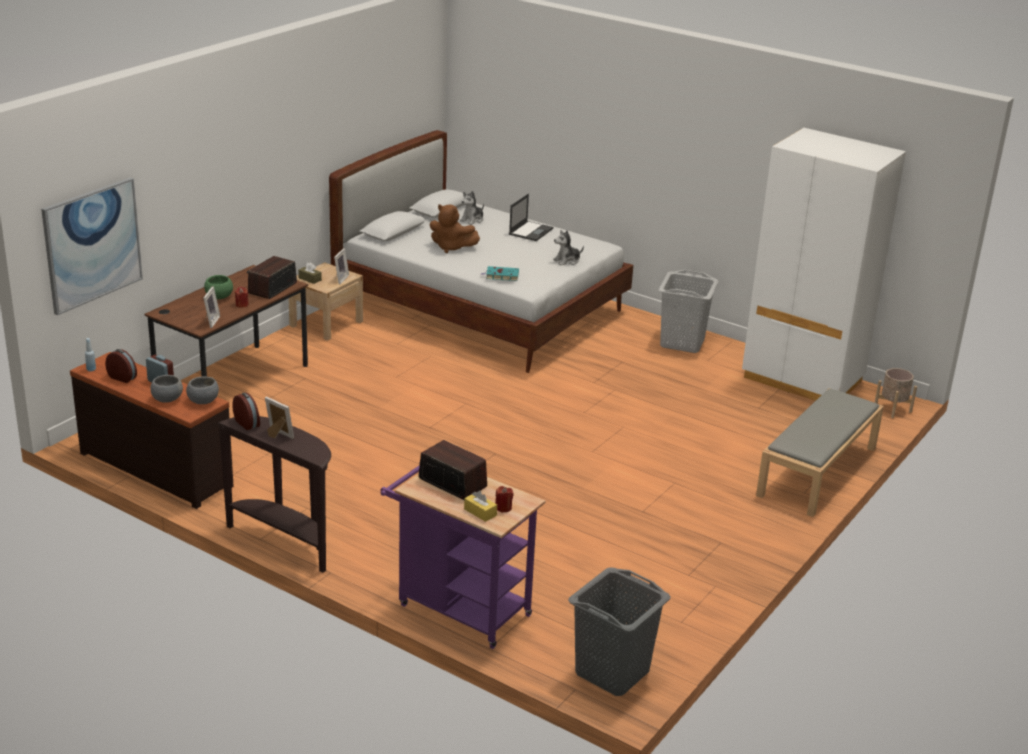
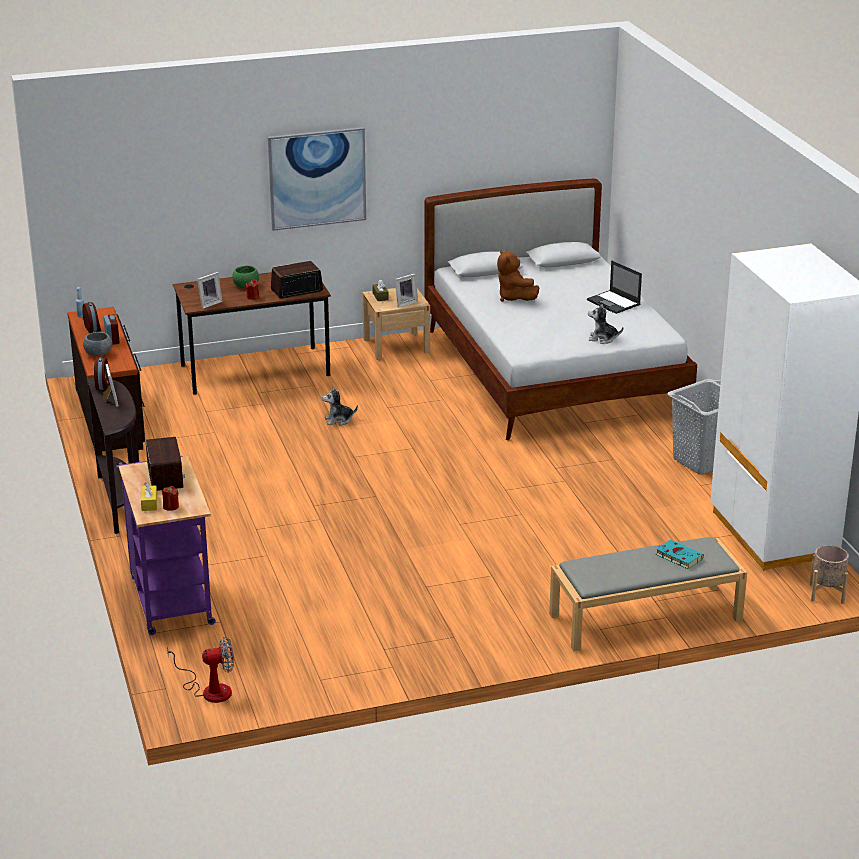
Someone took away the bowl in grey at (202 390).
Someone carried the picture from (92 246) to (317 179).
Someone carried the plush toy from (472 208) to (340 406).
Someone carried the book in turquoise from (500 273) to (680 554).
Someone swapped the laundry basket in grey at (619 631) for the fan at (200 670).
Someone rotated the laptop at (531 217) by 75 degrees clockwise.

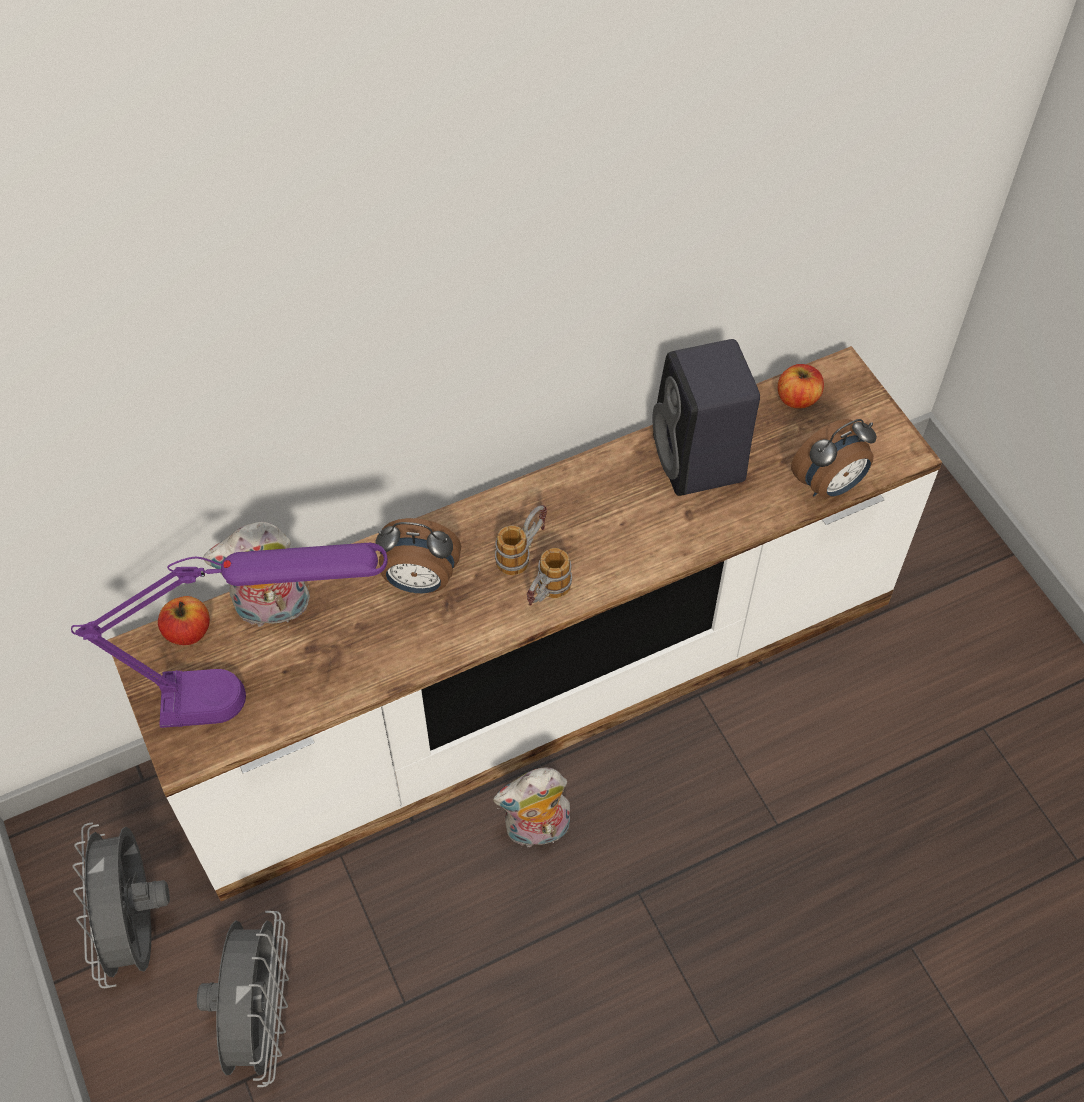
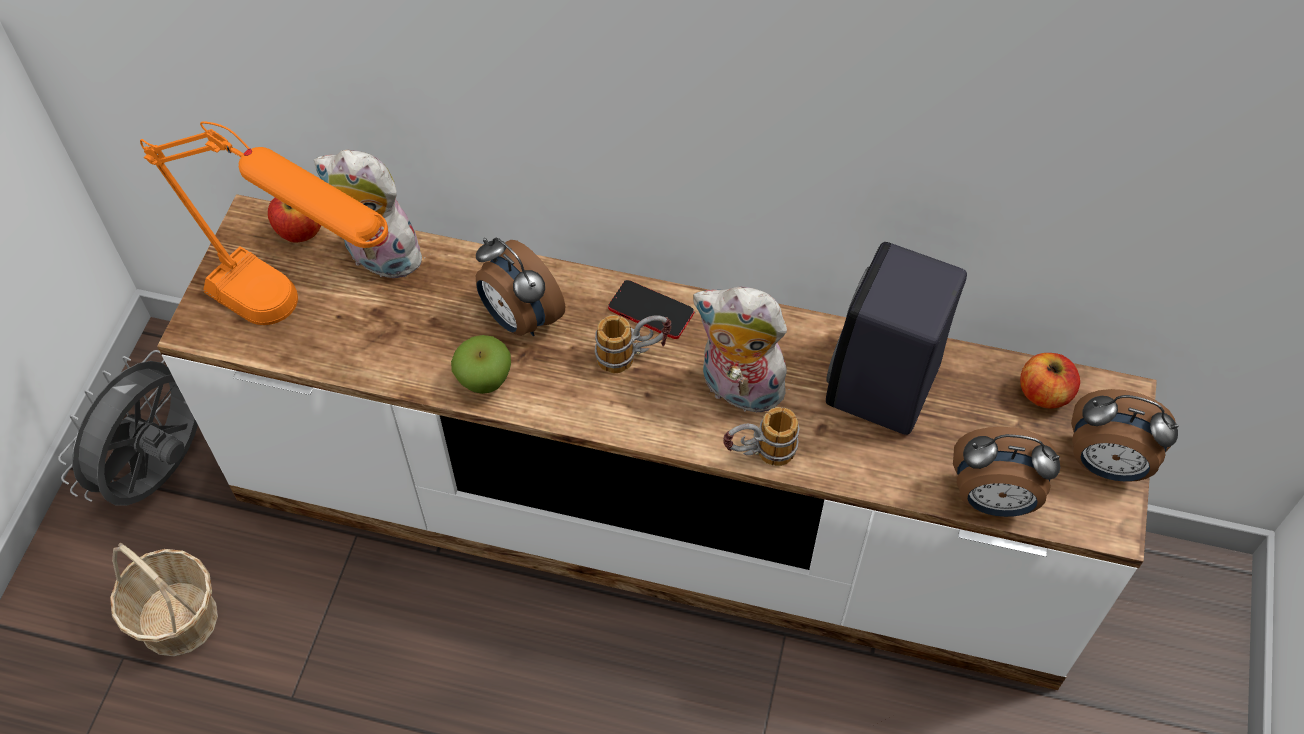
Someone put down the apple at (481 364).
Someone put down the phone at (651 309).
Someone put down the alarm clock at (1124 435).
Someone carried the plush toy from (531 807) to (741 349).
Someone carried the mug from (549 577) to (761 436).
Someone swapped the fan in grey at (243 999) for the basket at (164 599).
Someone repainted the table lamp in purple at (229 635), which became the table lamp in orange at (264 223).

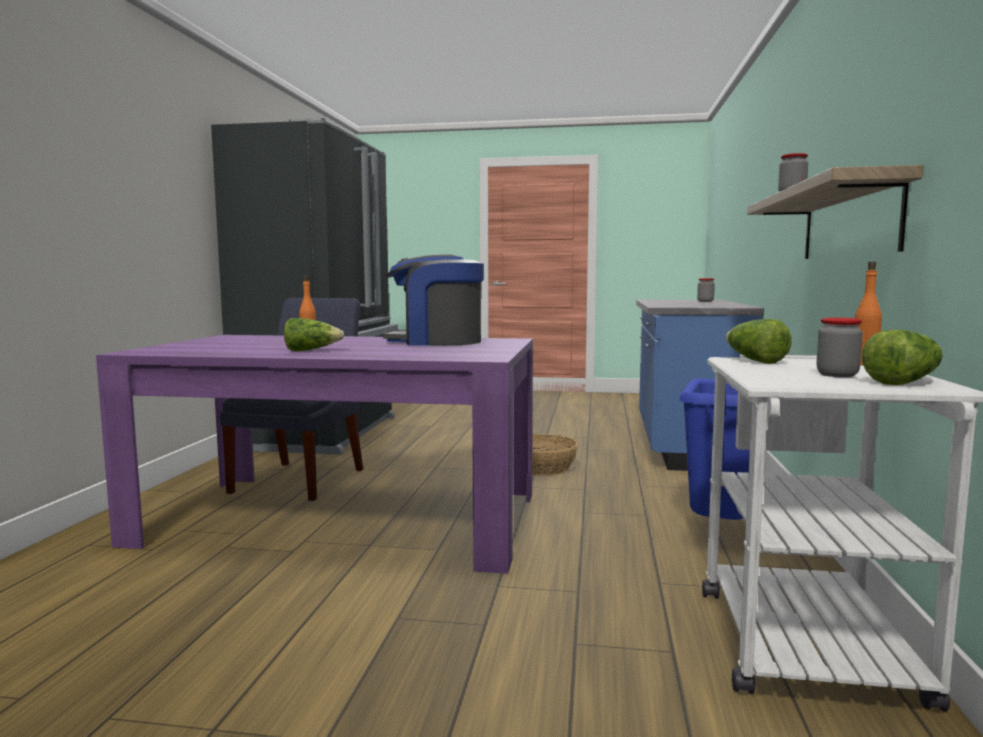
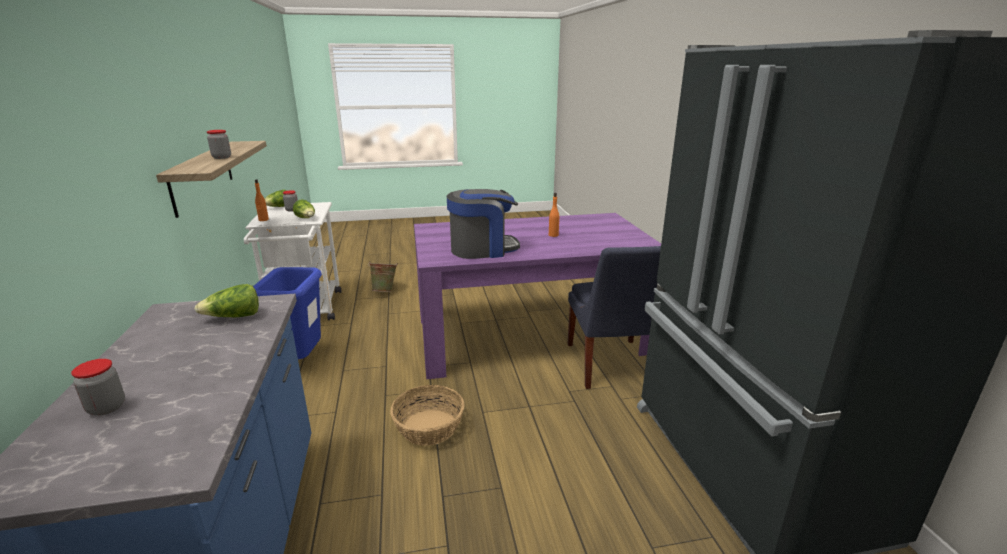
Someone put down the bucket in green at (383 276).
Someone carried the lettuce from (314 334) to (226 301).

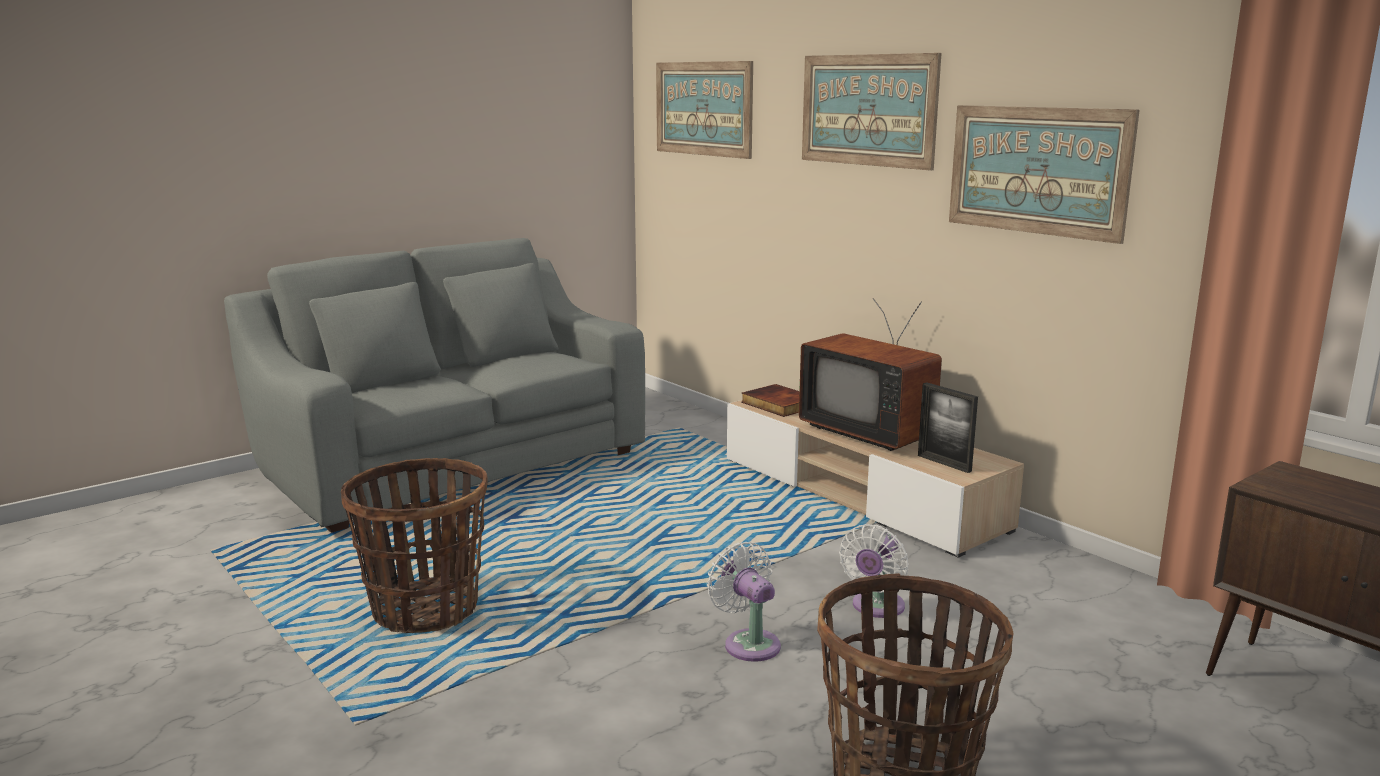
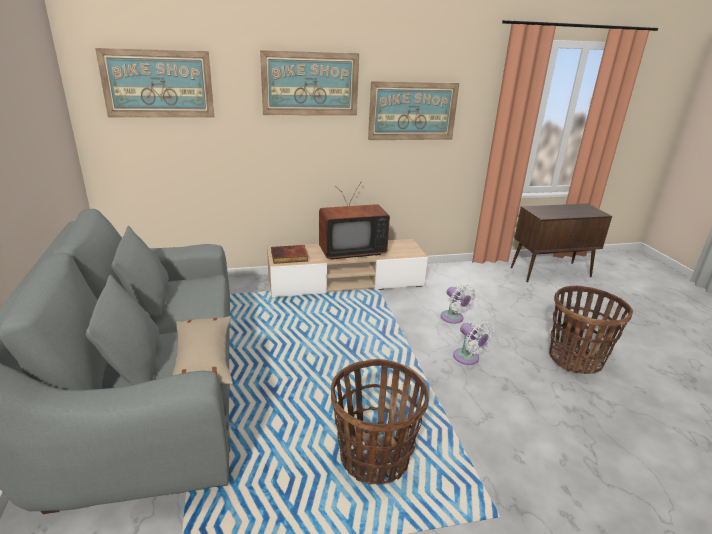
Someone took away the picture frame at (948 427).
Someone put down the pillow in beige at (202 350).
Someone rotated the fan in white at (744 602) by 120 degrees counterclockwise.

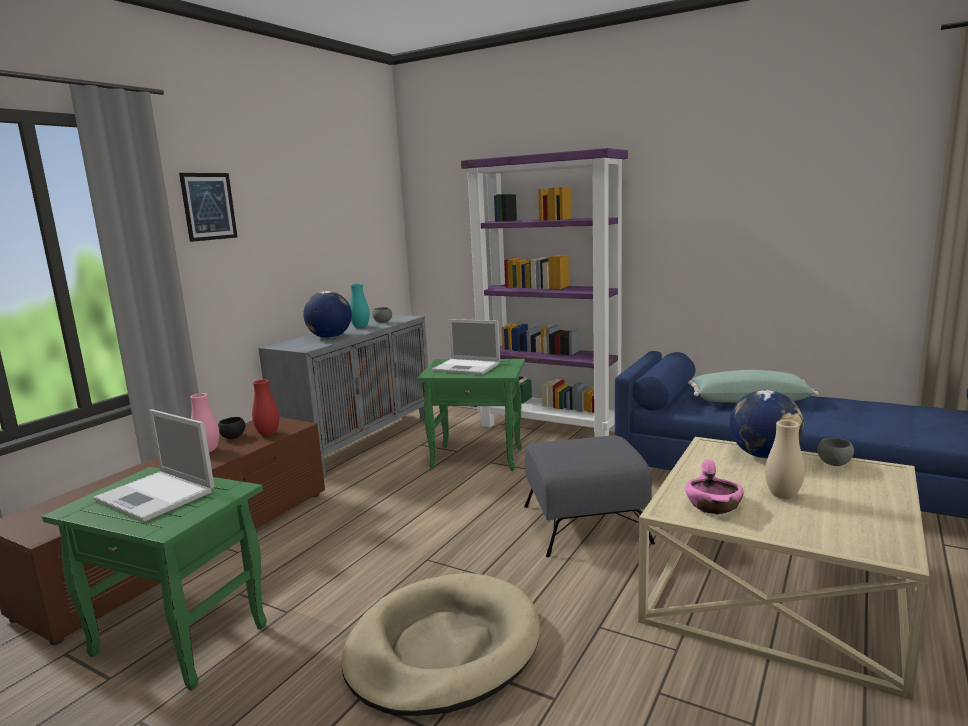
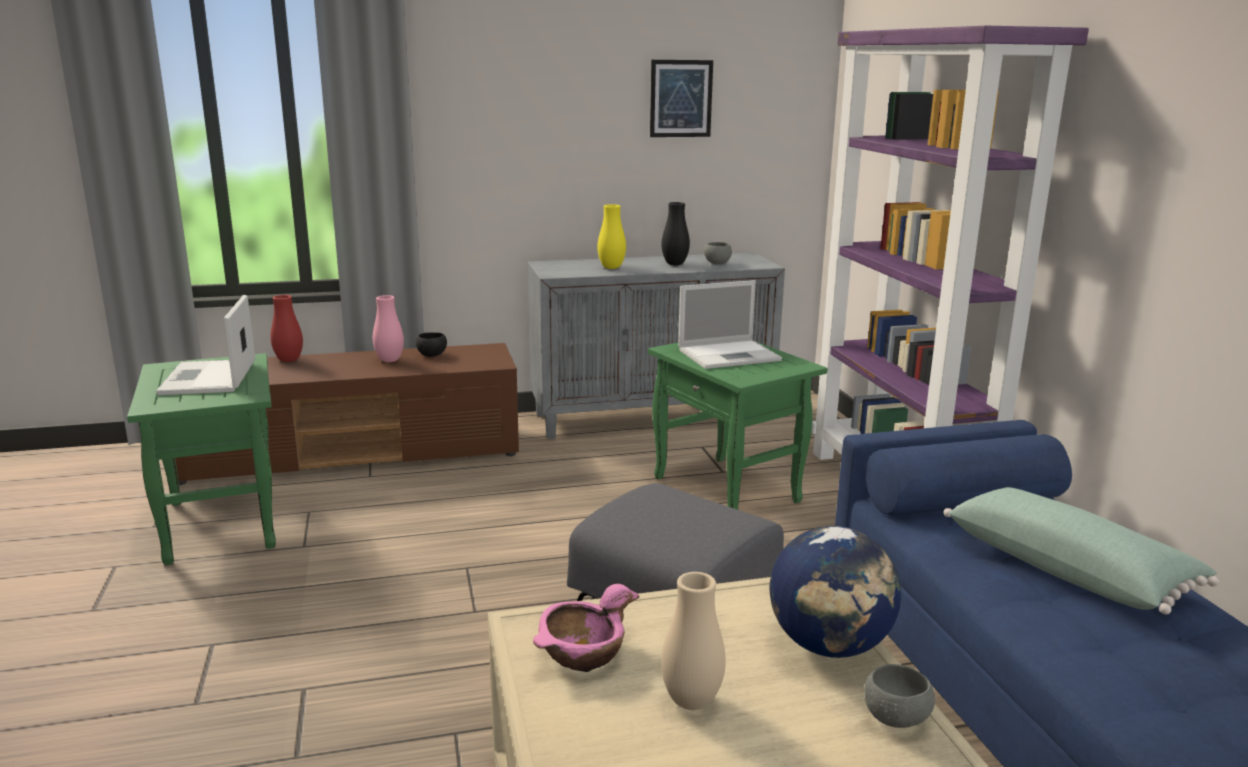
Someone took away the dog bed in beige at (440 644).
Someone carried the picture from (208 207) to (681 98).
Someone carried the vase in red from (265 407) to (286 328).
Someone swapped the globe at (327 314) for the vase in yellow at (611 236).
Someone repainted the vase in turquoise at (360 305), which became the vase in black at (676 233).
Someone rotated the laptop at (466 347) by 90 degrees counterclockwise.

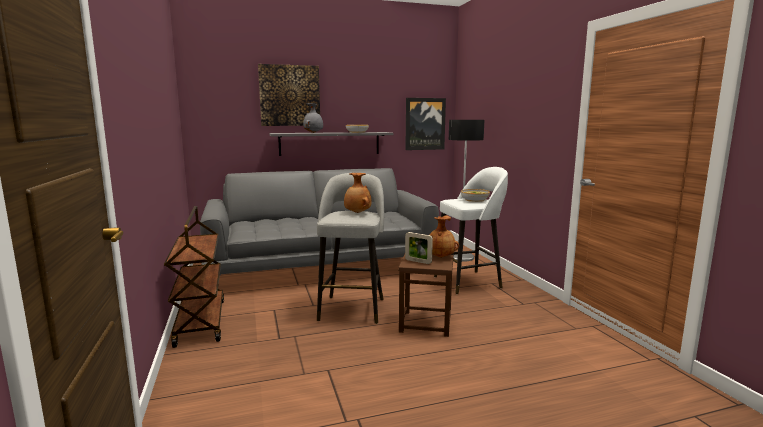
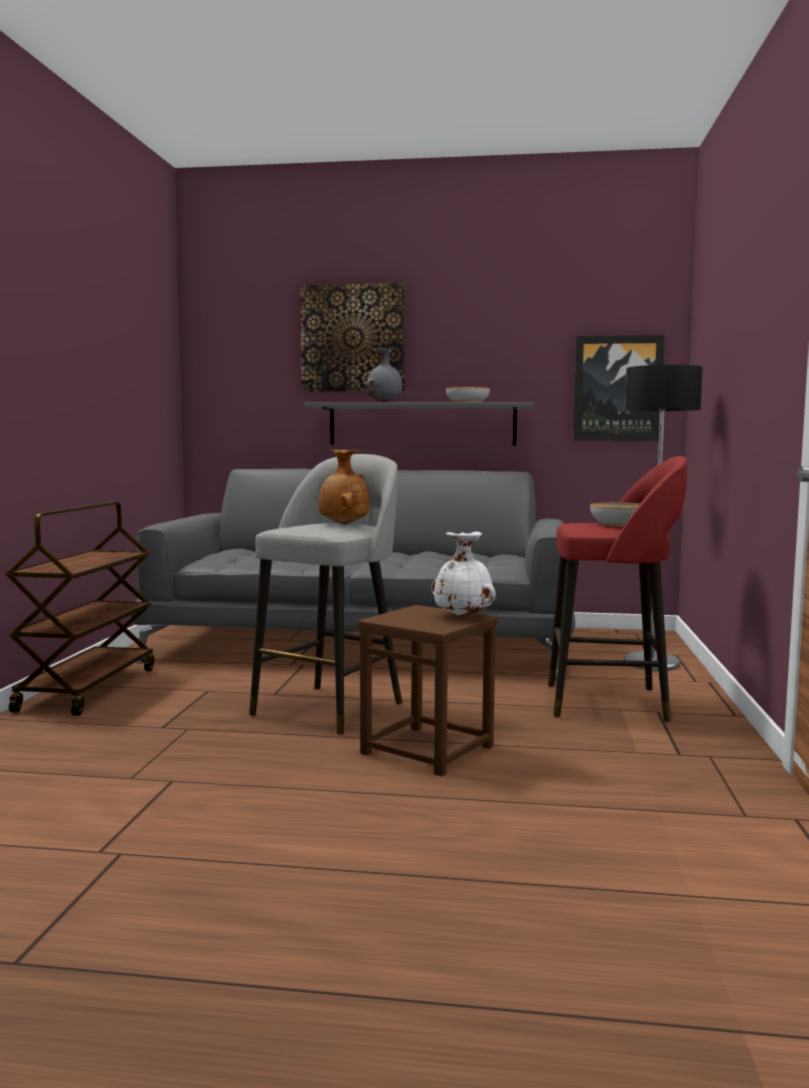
Someone took away the picture frame at (419 248).
Someone repainted the vase in brown at (444 236), which became the vase in white at (464 574).
Someone repainted the stool in white at (471 230), which became the stool in red at (617 589).

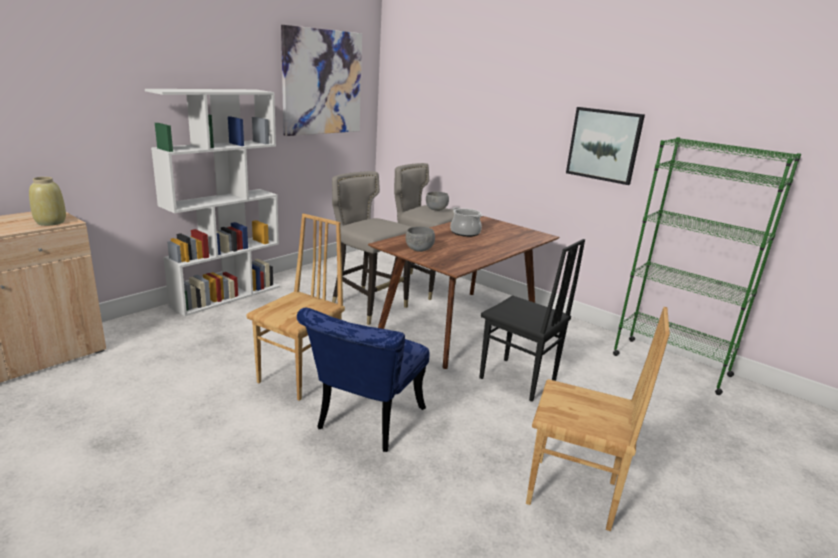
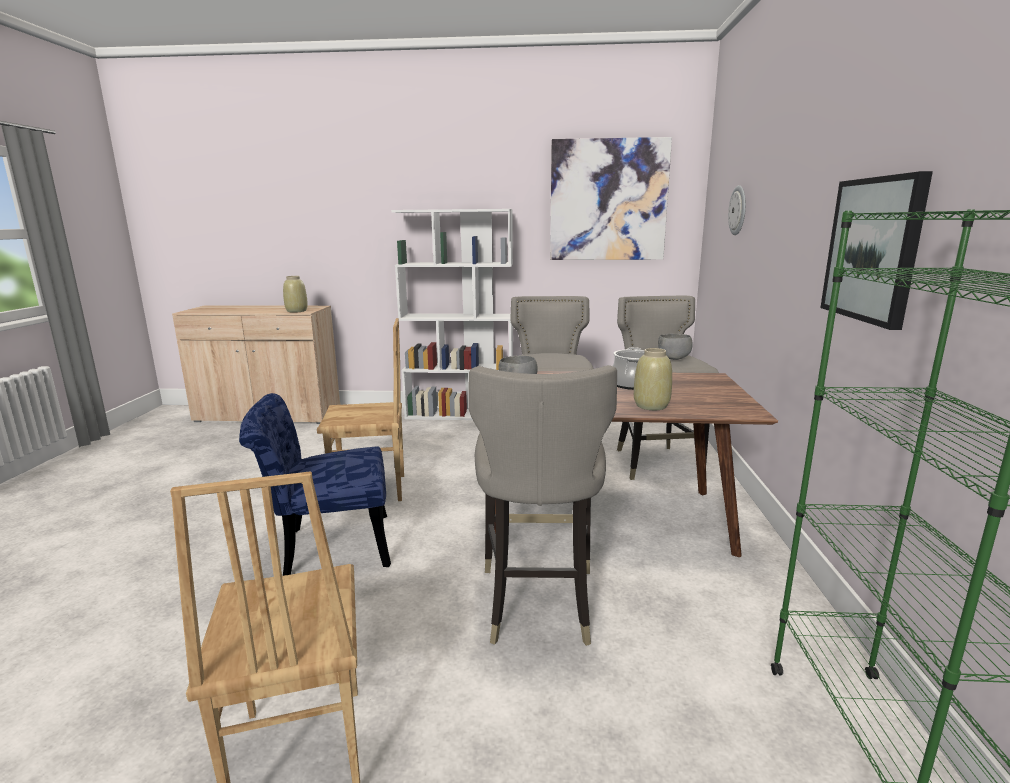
Someone put down the vase in beige at (653 379).
Someone put up the wall clock at (737 210).
Someone swapped the chair in black at (532 320) for the stool in grey at (542 505).

